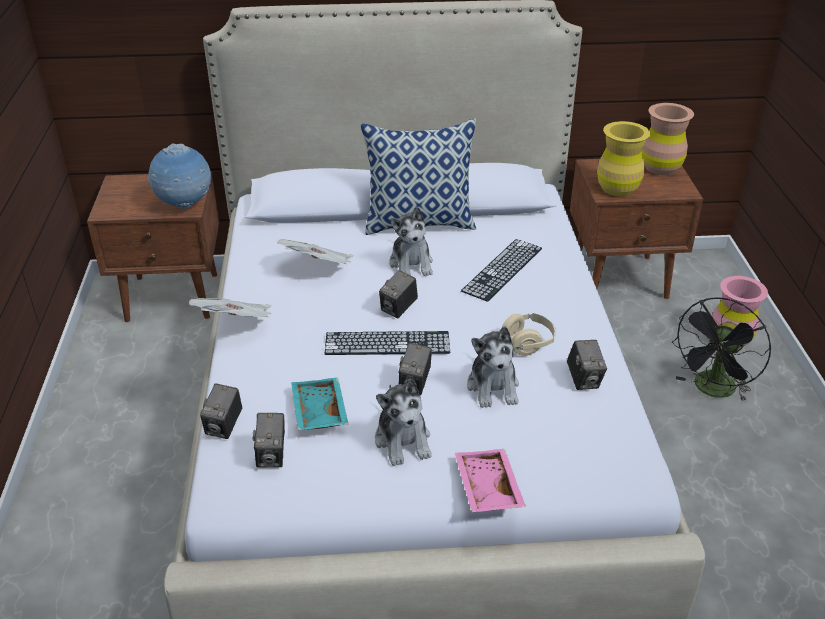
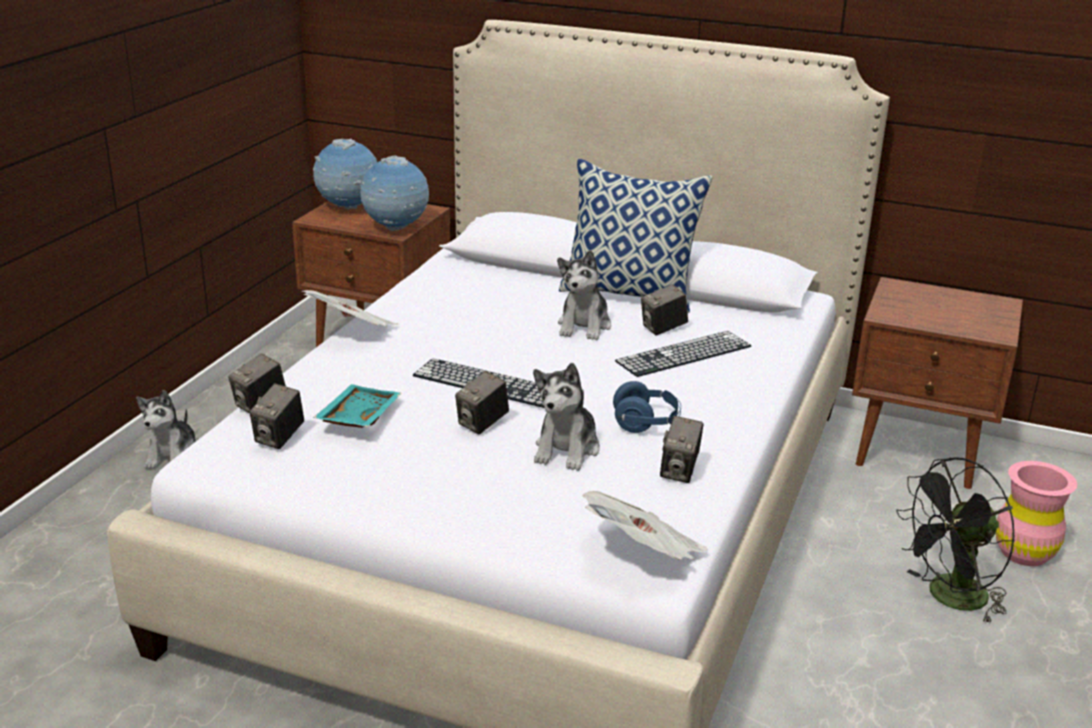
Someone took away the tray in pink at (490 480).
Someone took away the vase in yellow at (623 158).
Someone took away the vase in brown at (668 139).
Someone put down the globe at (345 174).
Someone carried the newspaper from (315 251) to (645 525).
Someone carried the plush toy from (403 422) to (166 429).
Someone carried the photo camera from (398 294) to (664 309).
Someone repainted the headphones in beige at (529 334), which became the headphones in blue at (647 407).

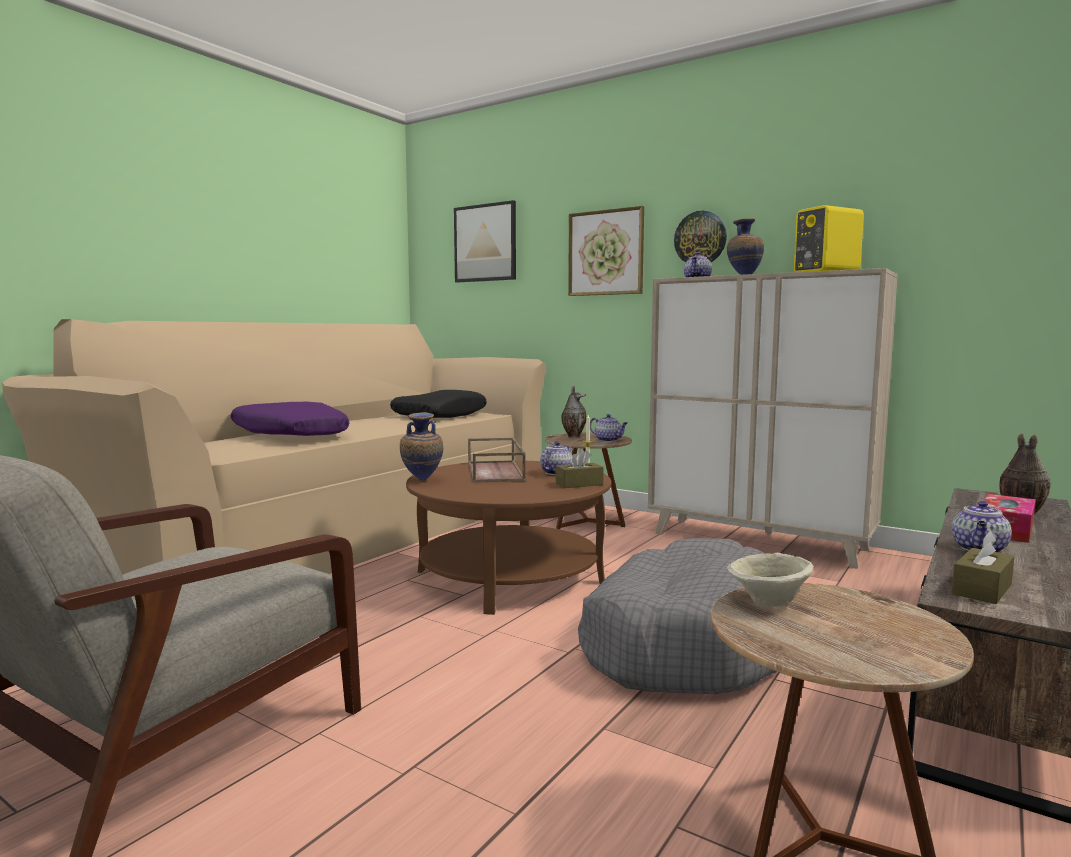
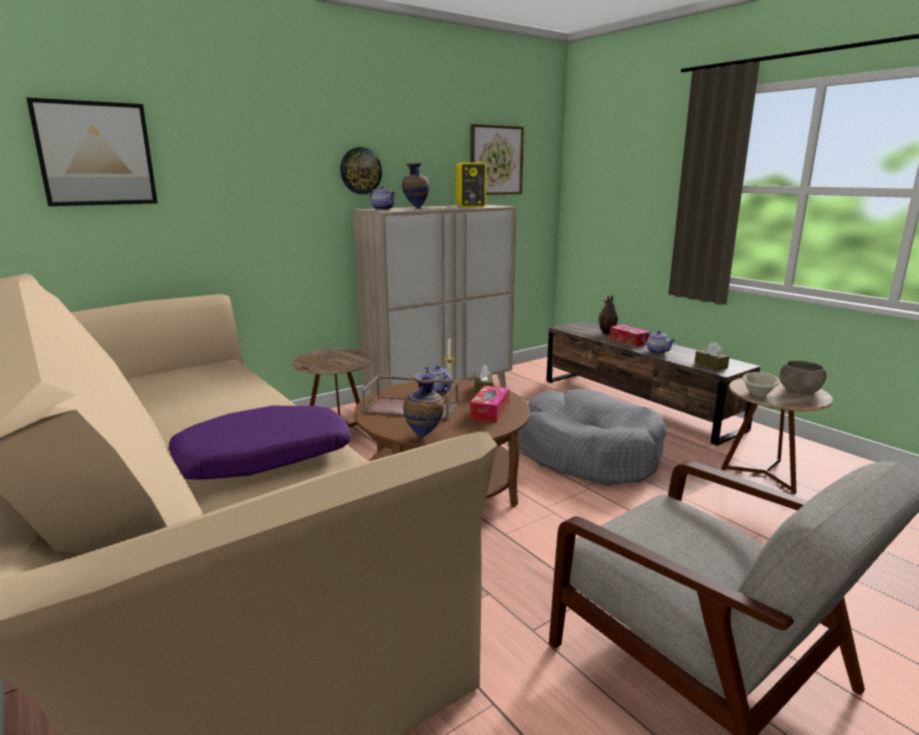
Someone took away the pillow in black at (438 404).
Someone took away the vase at (574 412).
Someone took away the teapot at (609 428).
Someone put down the tissue box at (489 404).
Someone put down the bowl in grey at (803 377).
Someone carried the picture from (606 251) to (497 159).

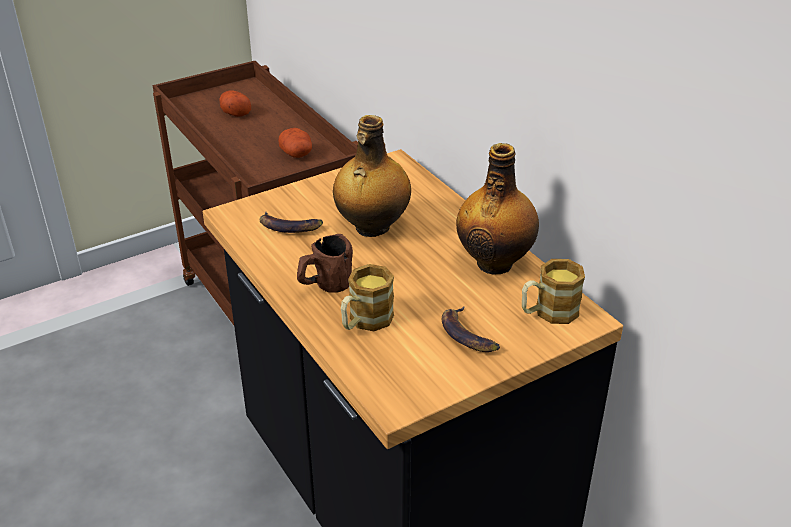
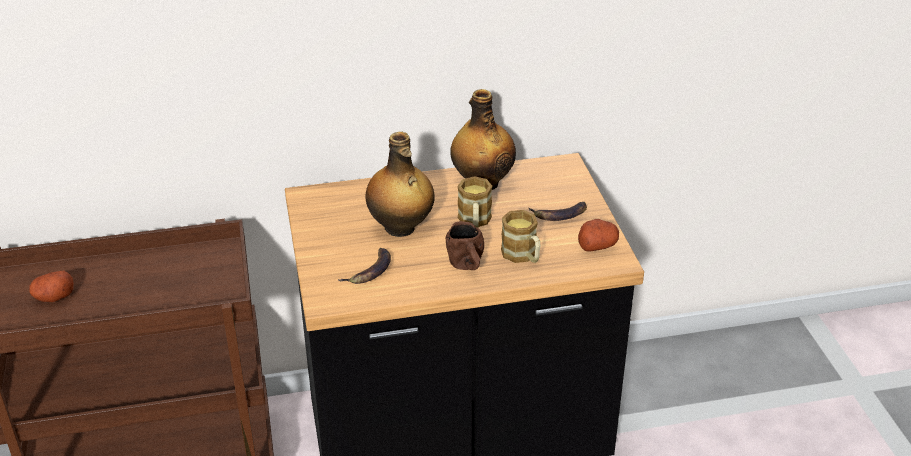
Someone carried the potato from (295 143) to (598 235).
Someone carried the mug from (553 291) to (474 202).

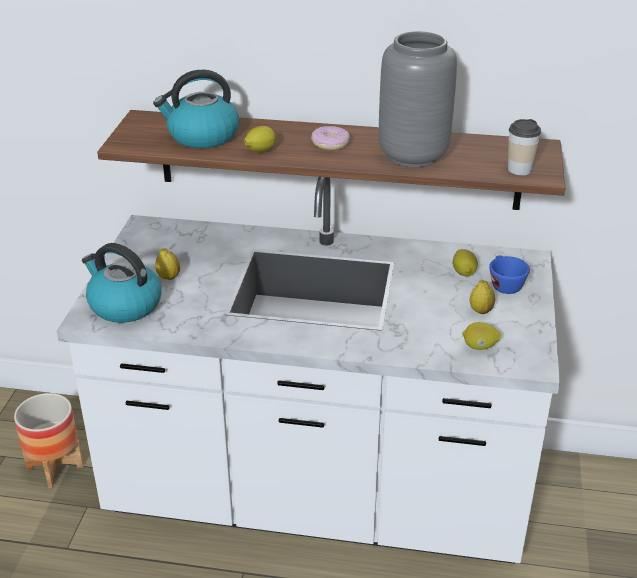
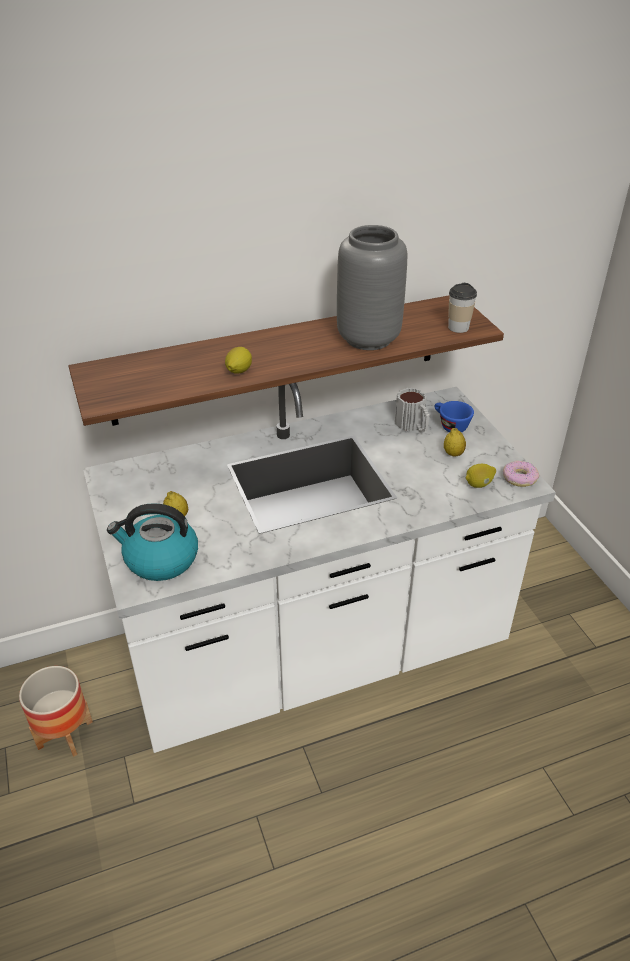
Someone took away the kettle at (196 109).
Someone carried the donut from (330 138) to (521 474).
Someone swapped the lemon at (465 263) for the mug at (412 410).

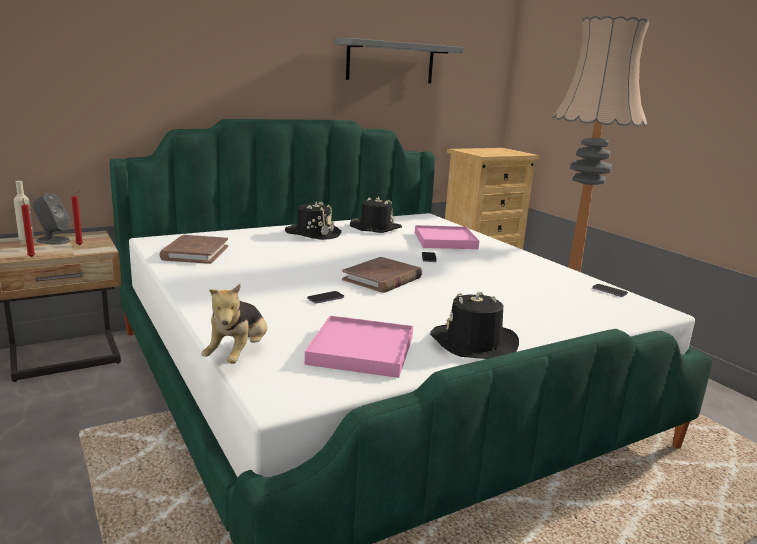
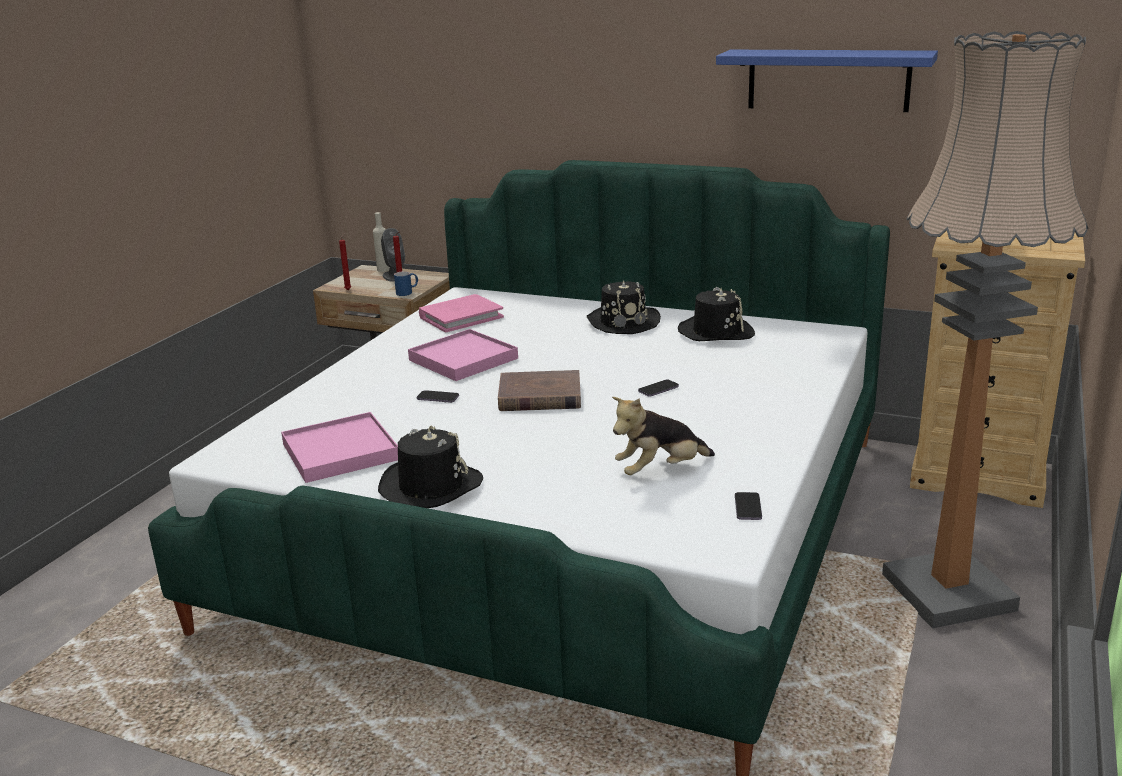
Someone put down the mug in blue at (406 283).
Someone carried the plush toy from (234 324) to (663 436).
Someone carried the tray in pink from (447 237) to (463 355).
Someone repainted the book in brown at (194 249), which became the book in pink at (461 313).
Someone repainted the shelf in grey at (399 60), which became the shelf in blue at (827 81).

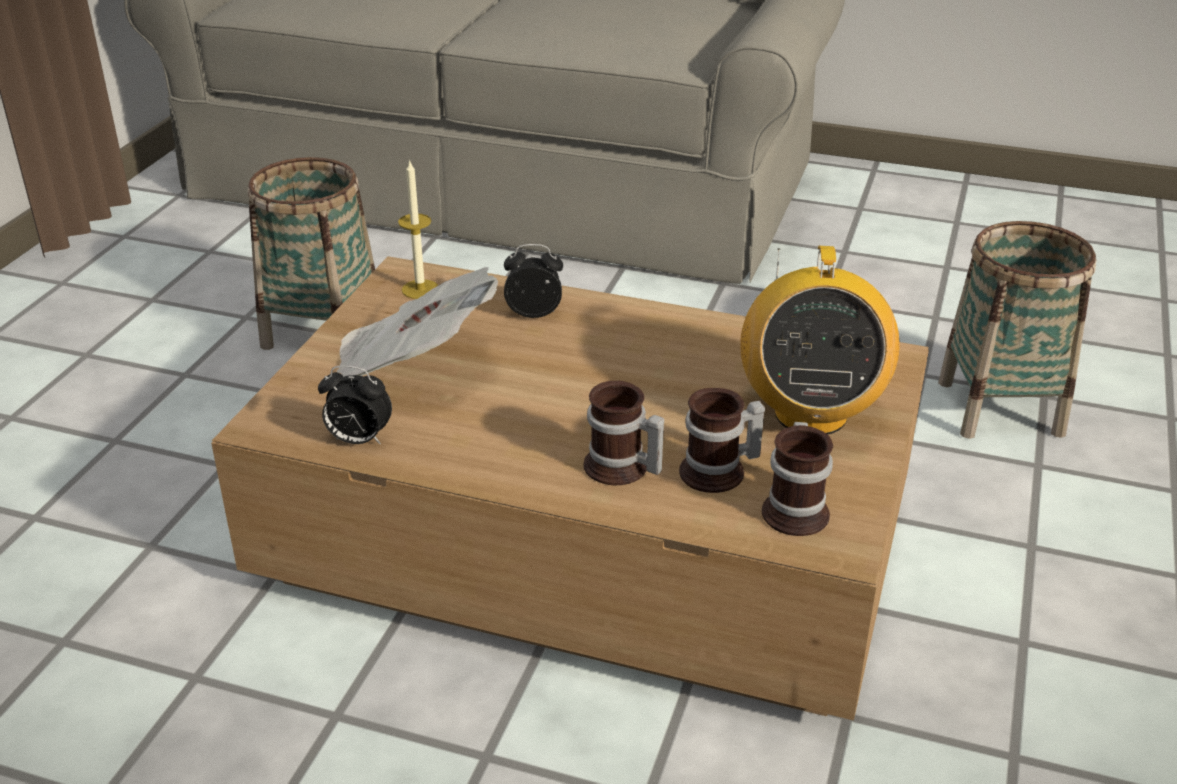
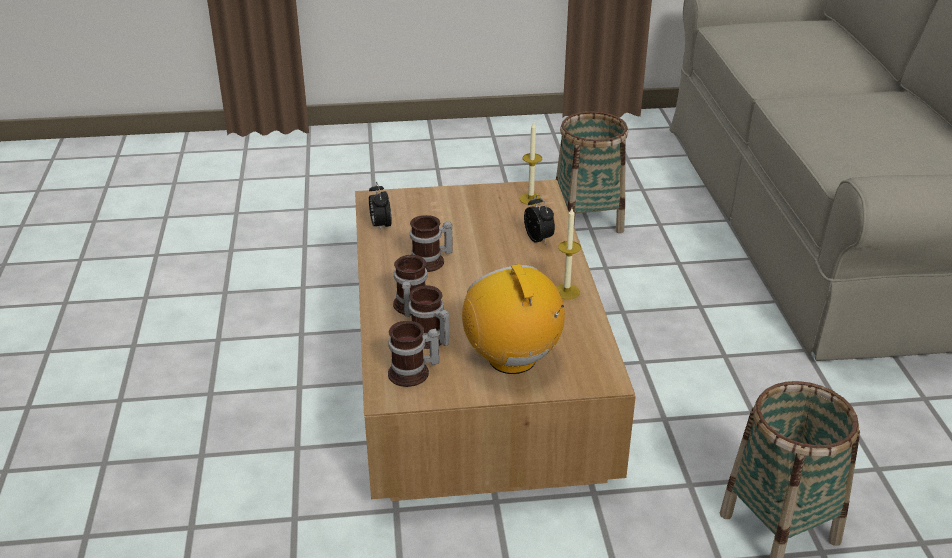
Someone took away the newspaper at (417 322).
Someone put down the mug at (431 243).
Someone put down the candle at (568 253).
Someone rotated the radio at (820 340) by 90 degrees clockwise.

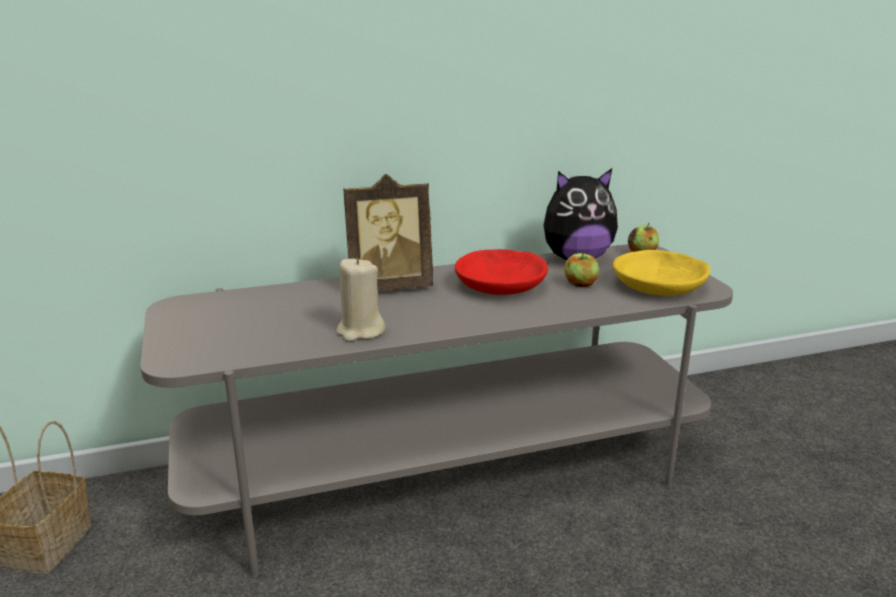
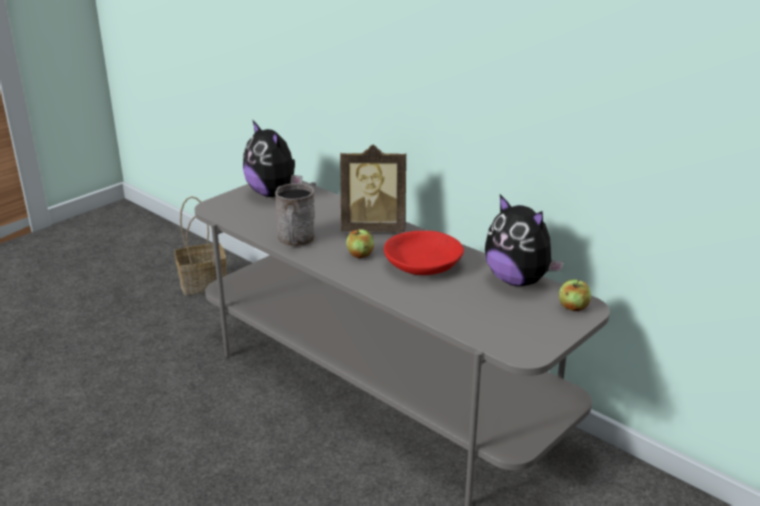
Someone took away the bowl in yellow at (661 273).
Someone put down the plush toy at (272 159).
Someone carried the apple from (581 269) to (360 243).
Someone swapped the candle in beige at (360 299) for the mug in grey at (295 215).
Someone rotated the picture frame at (388 232) by 45 degrees counterclockwise.

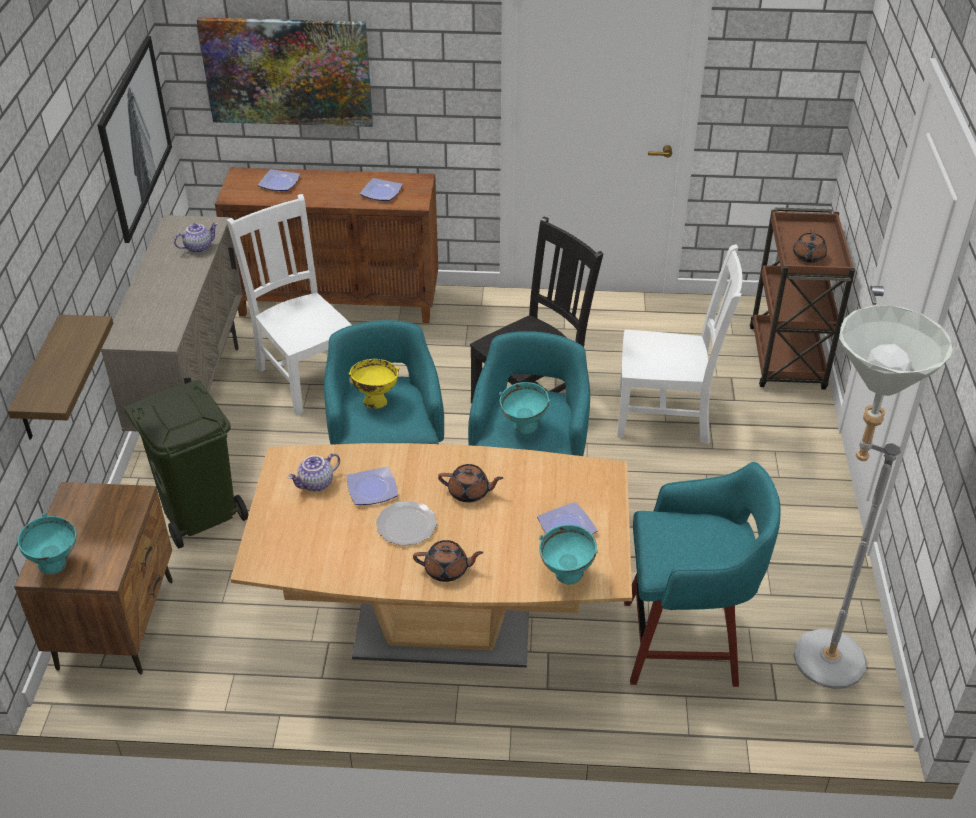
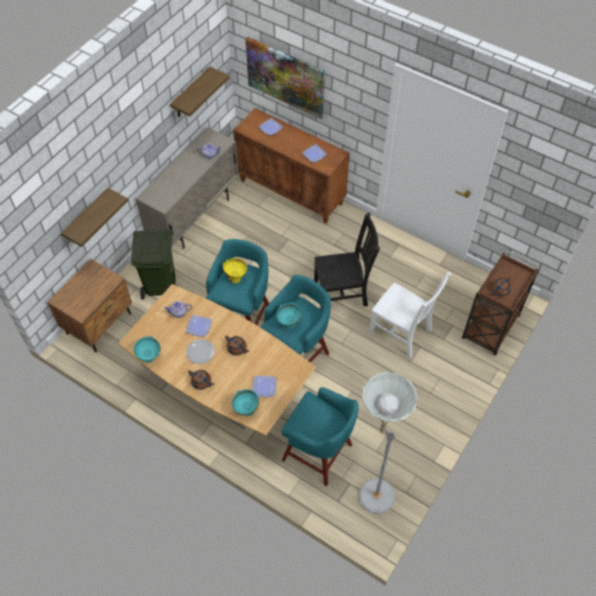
Someone took away the chair in white at (289 304).
Someone carried the bowl in turquoise from (47 543) to (147 349).
Someone swapped the picture at (134 139) for the shelf at (199 92).

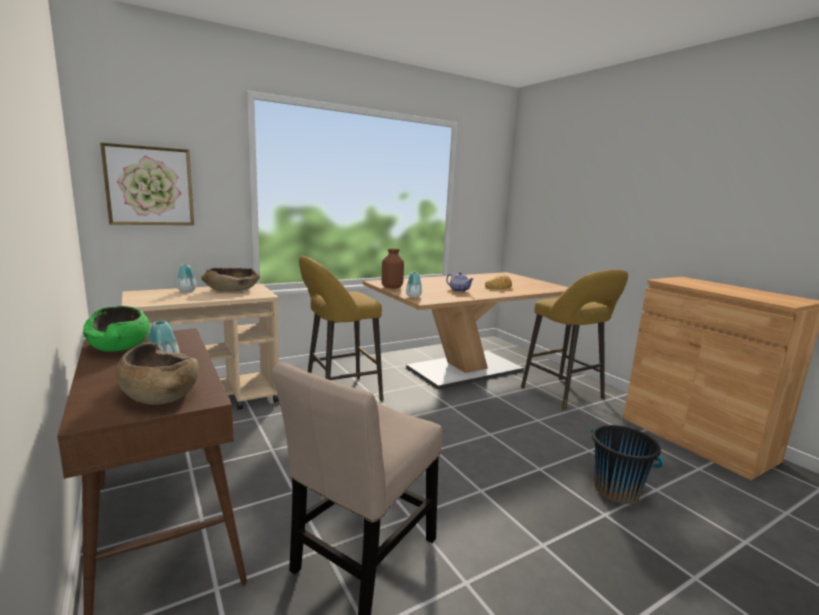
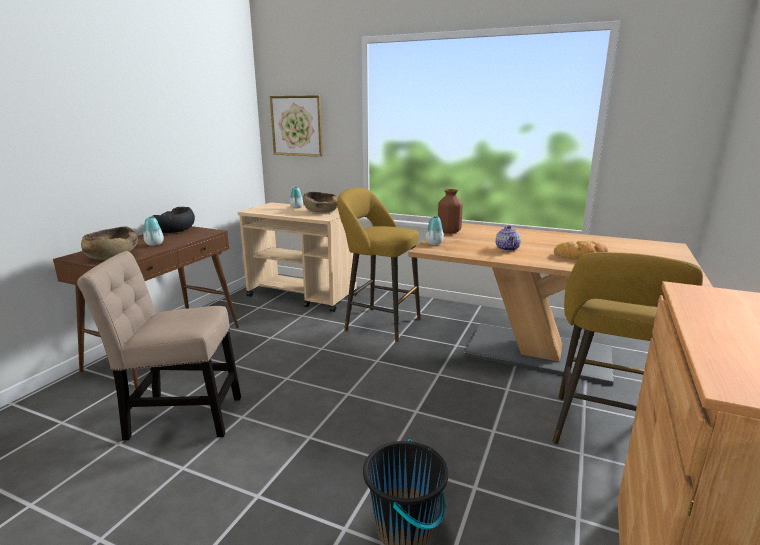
Someone repainted the bowl in green at (116 329), which became the bowl in black at (174 220).

